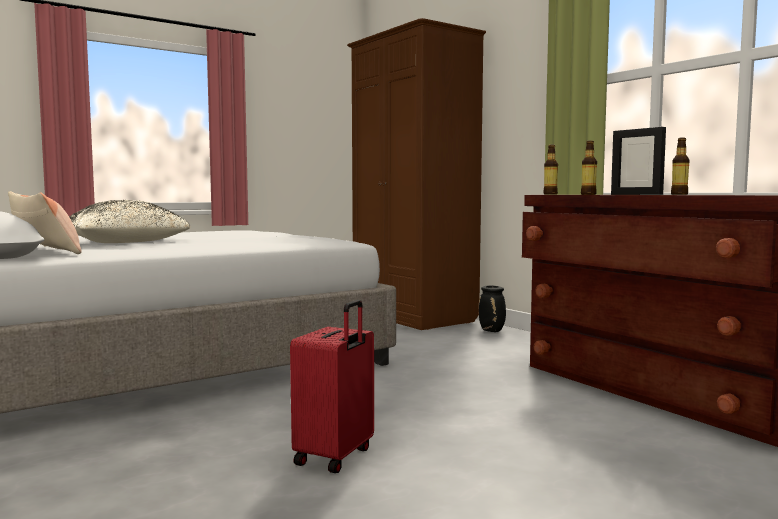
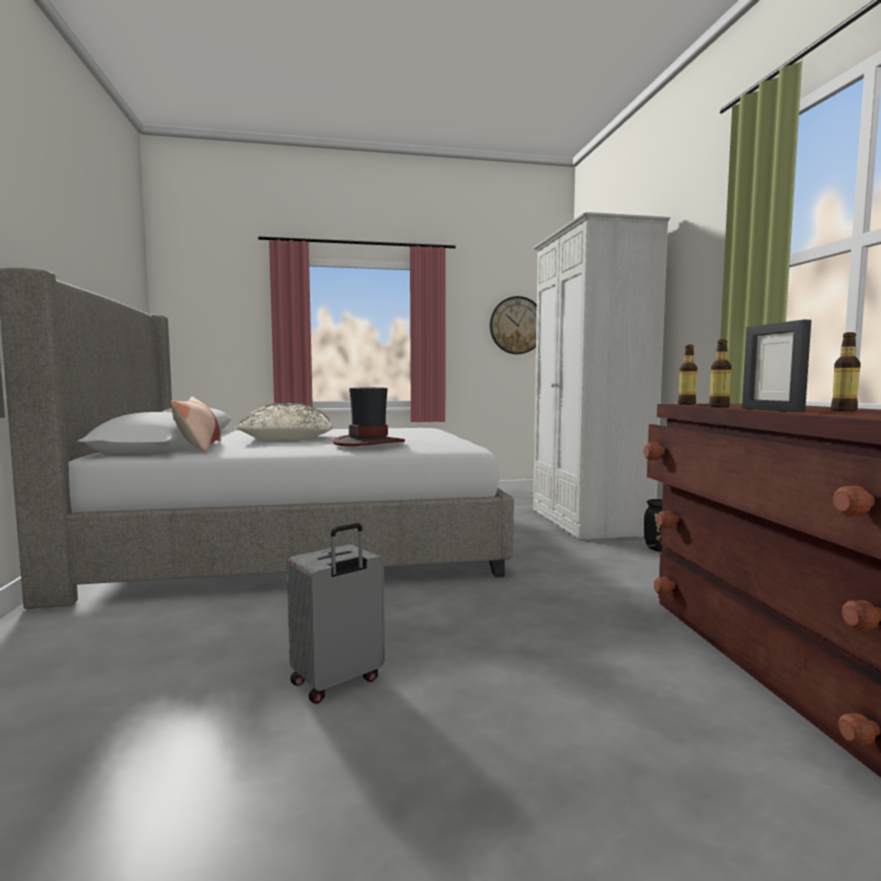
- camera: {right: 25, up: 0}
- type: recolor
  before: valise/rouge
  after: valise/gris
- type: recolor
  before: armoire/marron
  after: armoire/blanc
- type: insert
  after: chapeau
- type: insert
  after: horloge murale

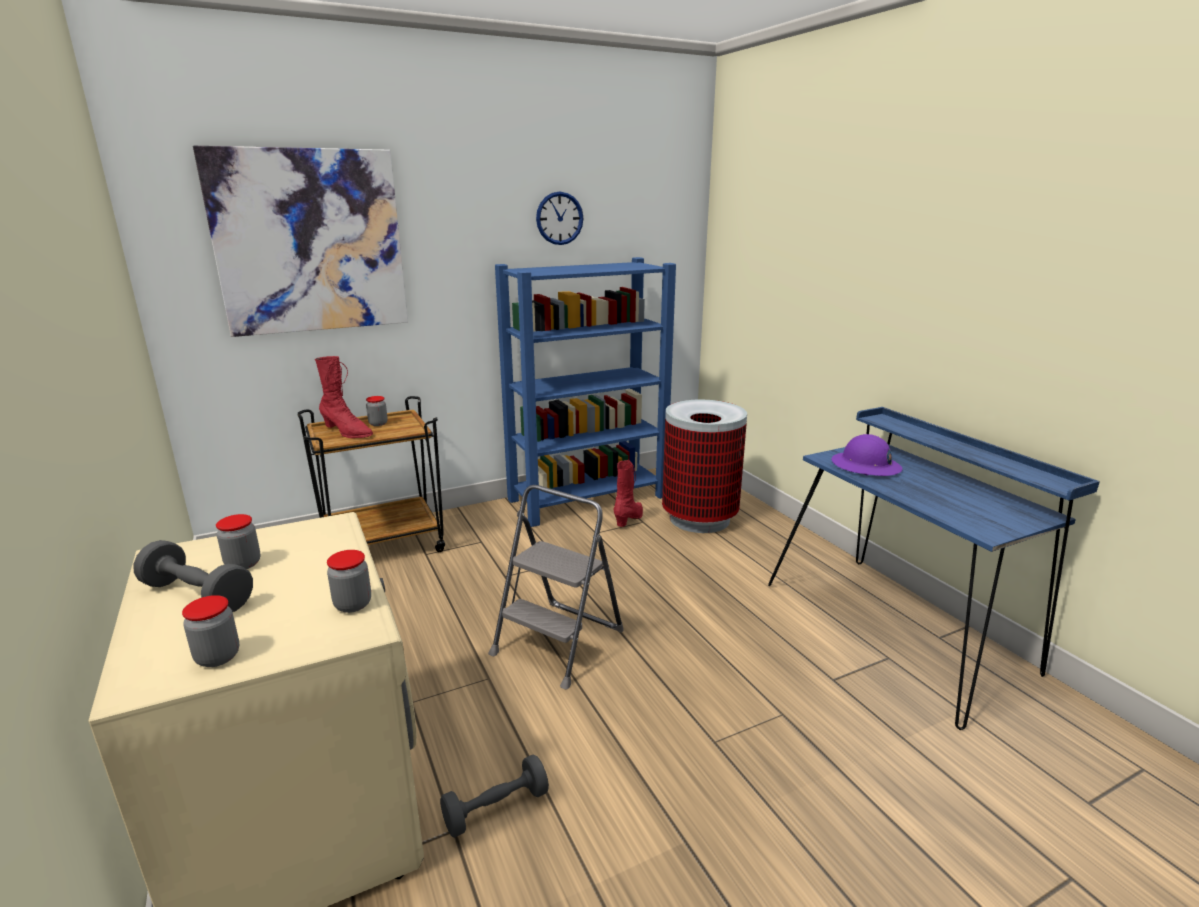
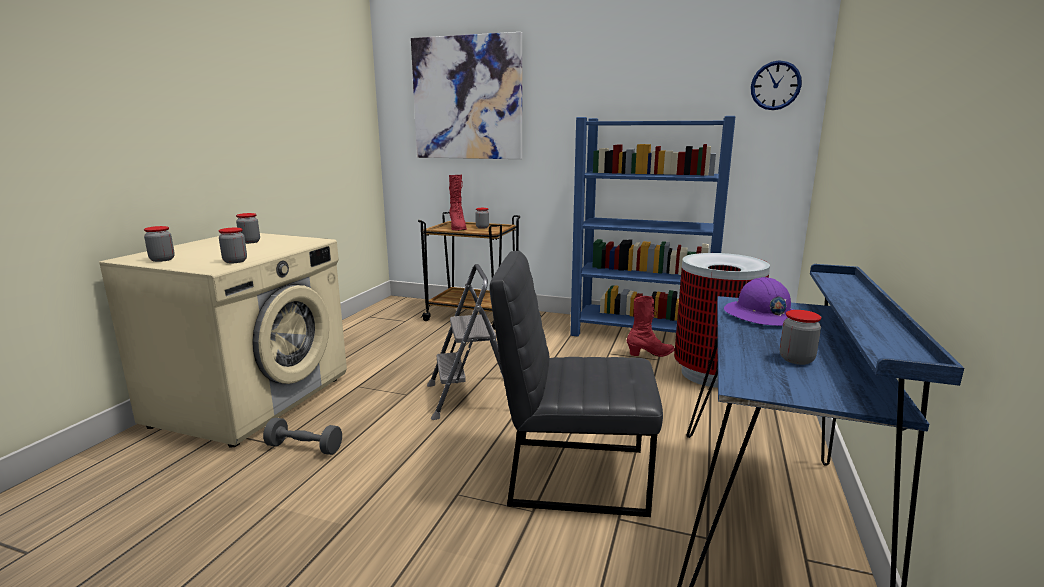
- camera: {right: 45, up: -5}
- type: delete
  before: haltère/gris (1st from left)
- type: move
  before: horloge murale
- type: insert
  after: chaise/gris
- type: insert
  after: bocal (5th from left)

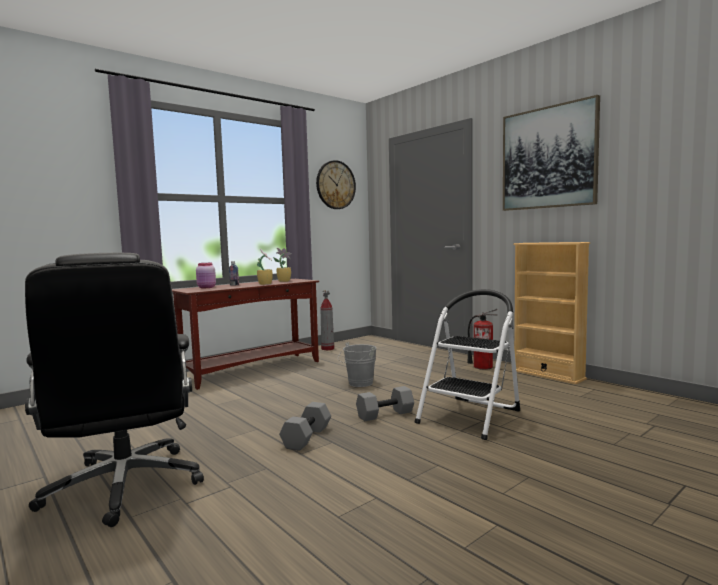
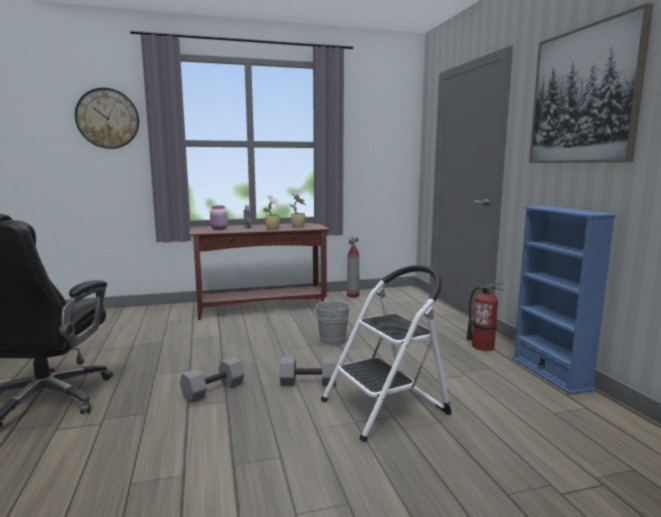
- camera: {right: 25, up: 5}
- type: move
  before: horloge murale
- type: recolor
  before: bibliothèque/beige
  after: bibliothèque/bleu

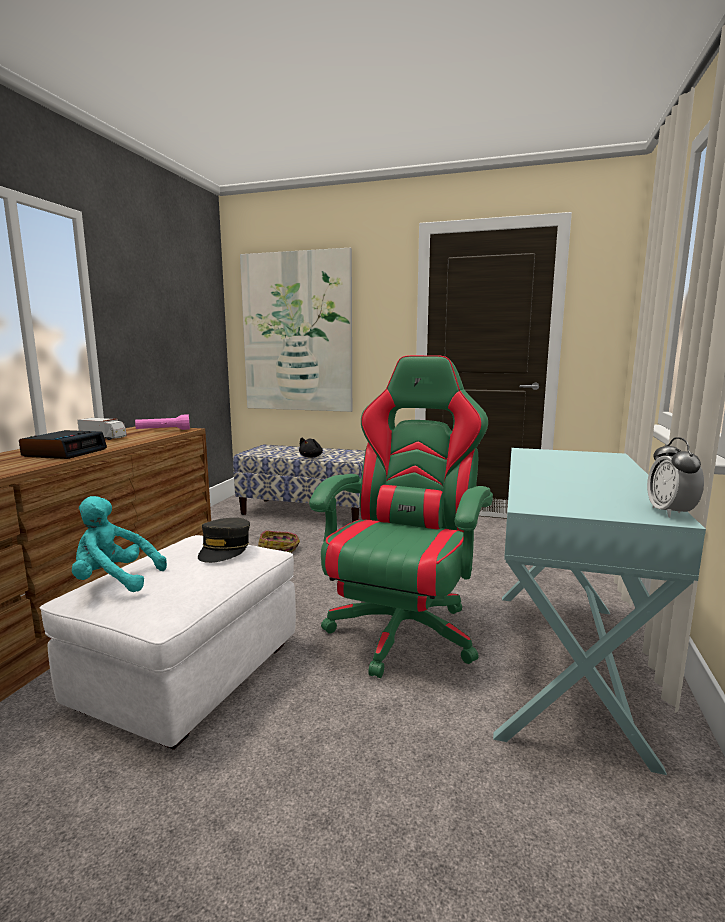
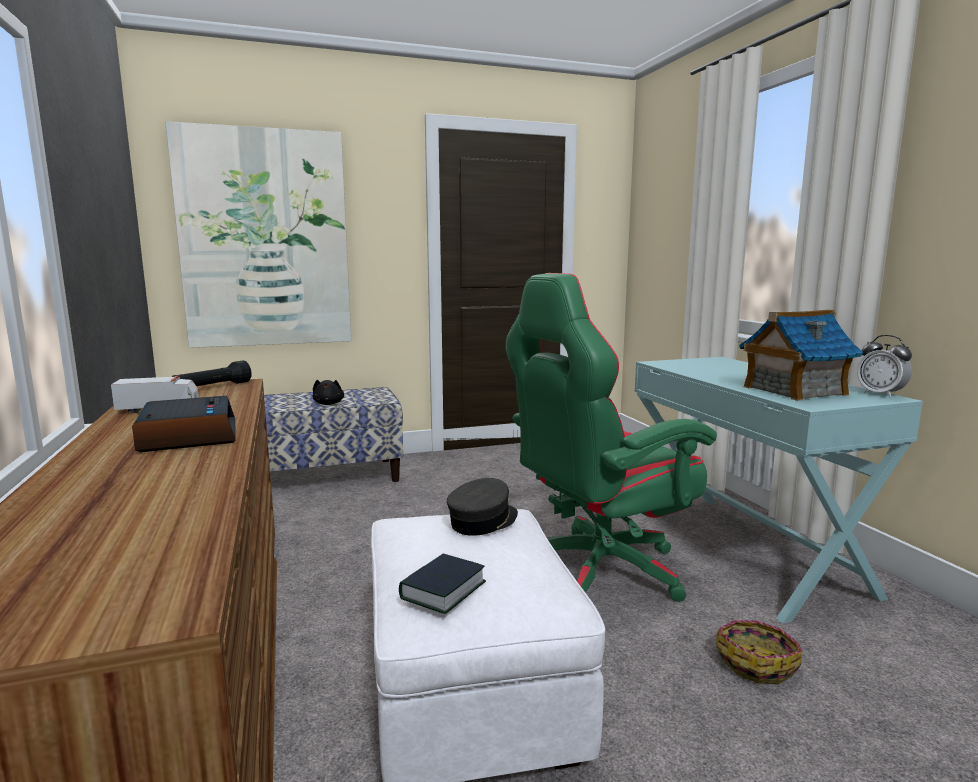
- camera: {right: -35, up: 0}
- type: replace
  before: peluche/turquoise
  after: livre
- type: recolor
  before: lampe de poche/rose
  after: lampe de poche/noir
- type: rotate
  before: casquette/gris
  turn: -120
- type: move
  before: panier
- type: rotate
  before: chaise de bureau/vert
  turn: -105
- type: insert
  after: maison miniature

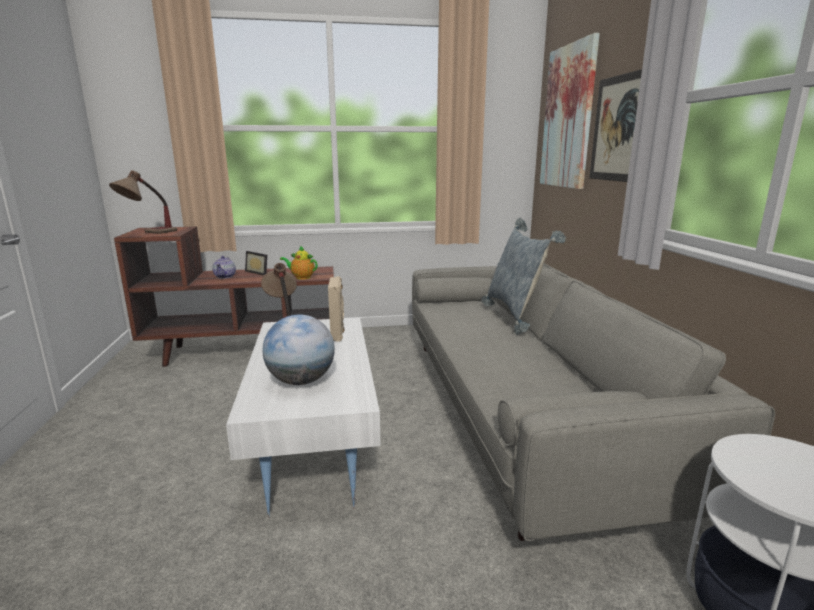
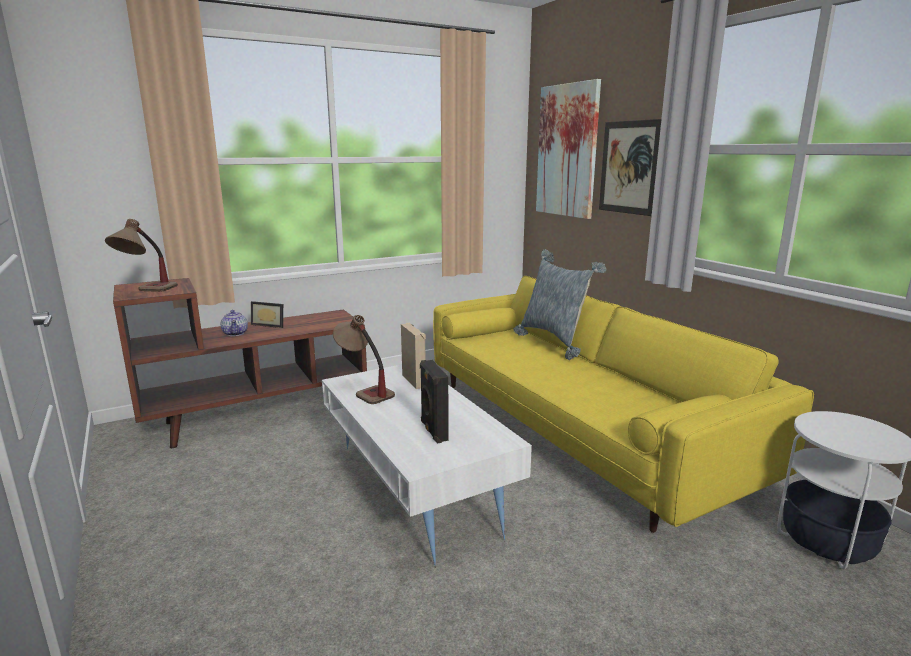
- camera: {right: -20, up: 0}
- type: replace
  before: globe
  after: enceinte/noir
- type: delete
  before: théière (2nd from left)
- type: recolor
  before: canapé/gris
  after: canapé/jaune

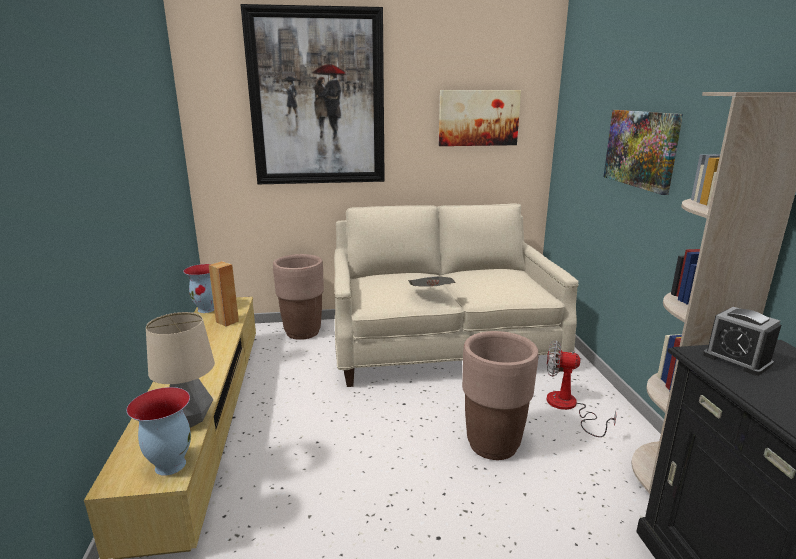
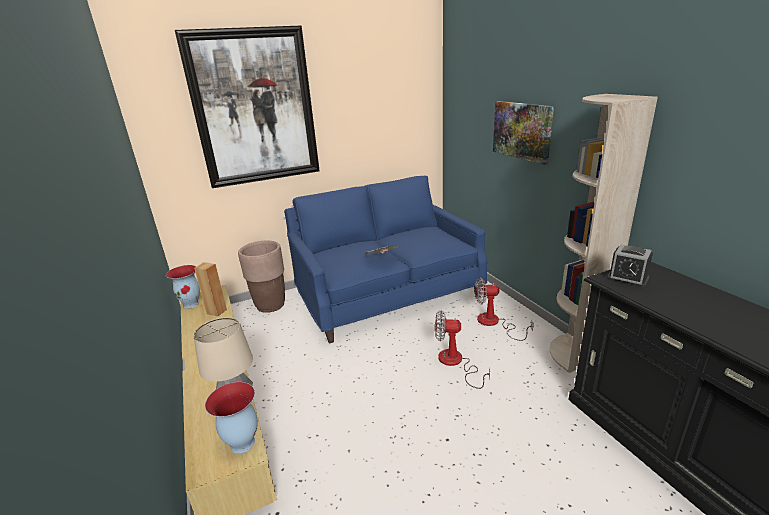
- camera: {right: -15, up: 5}
- type: recolor
  before: canapé/beige
  after: canapé/bleu
- type: delete
  before: tableau (2nd from left)
- type: replace
  before: cache-pot/marron (2nd from left)
  after: ventilateur (1st from left)

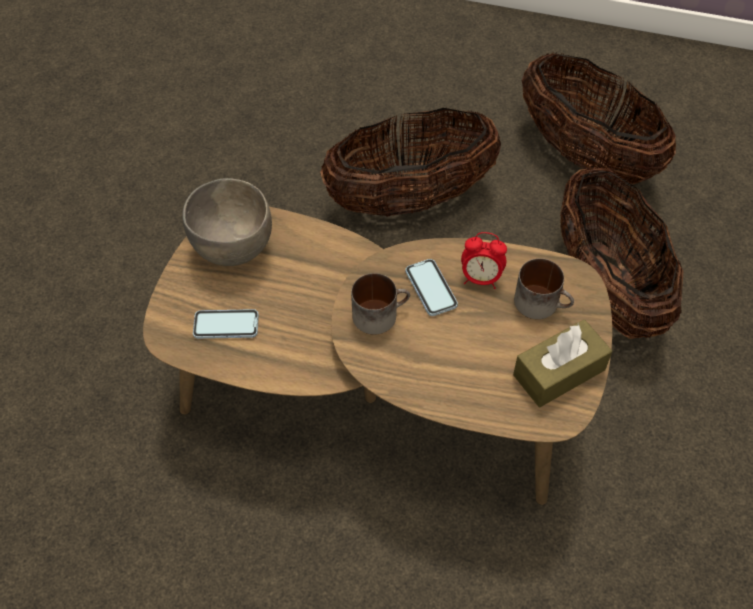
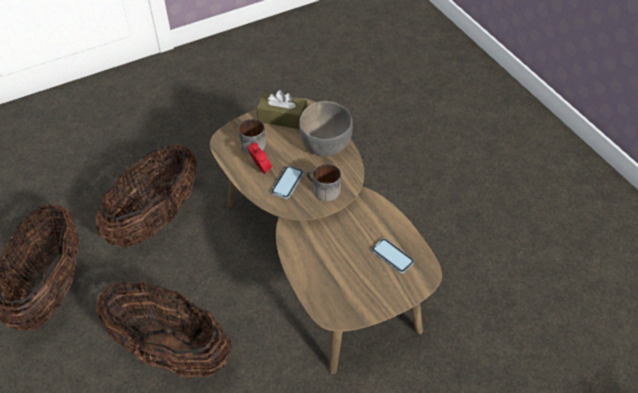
- camera: {right: -135, up: -5}
- type: move
  before: bol/gris

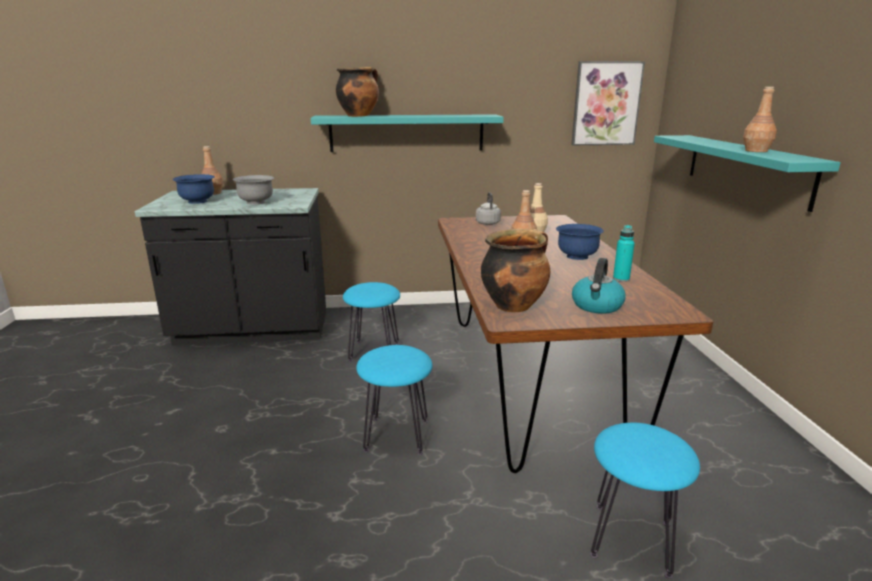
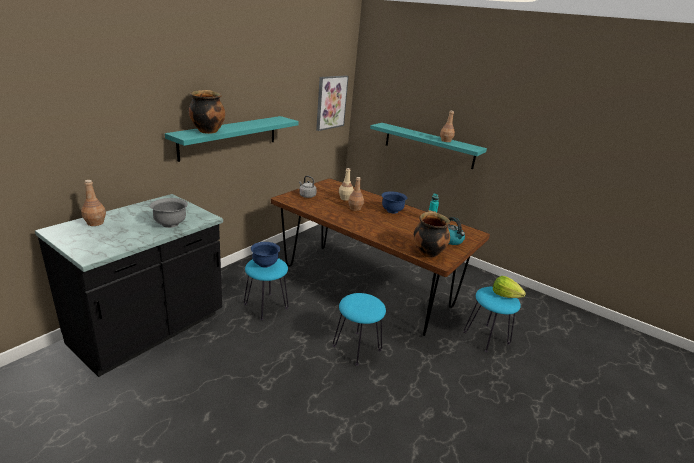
- camera: {right: -50, up: 5}
- type: move
  before: bol/bleu (1st from left)
- type: insert
  after: laitue

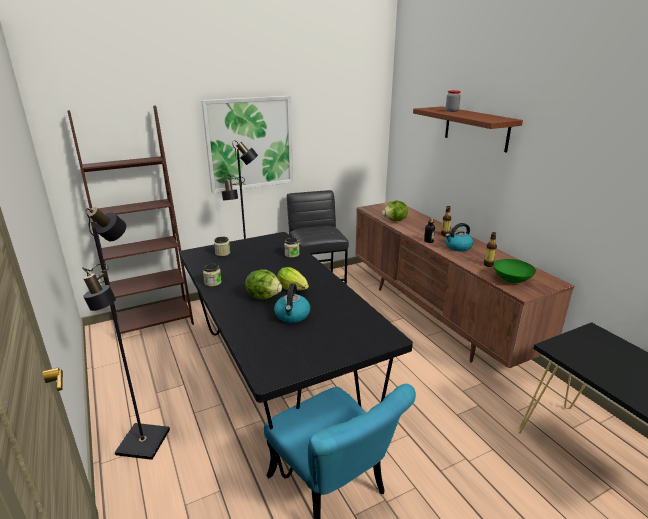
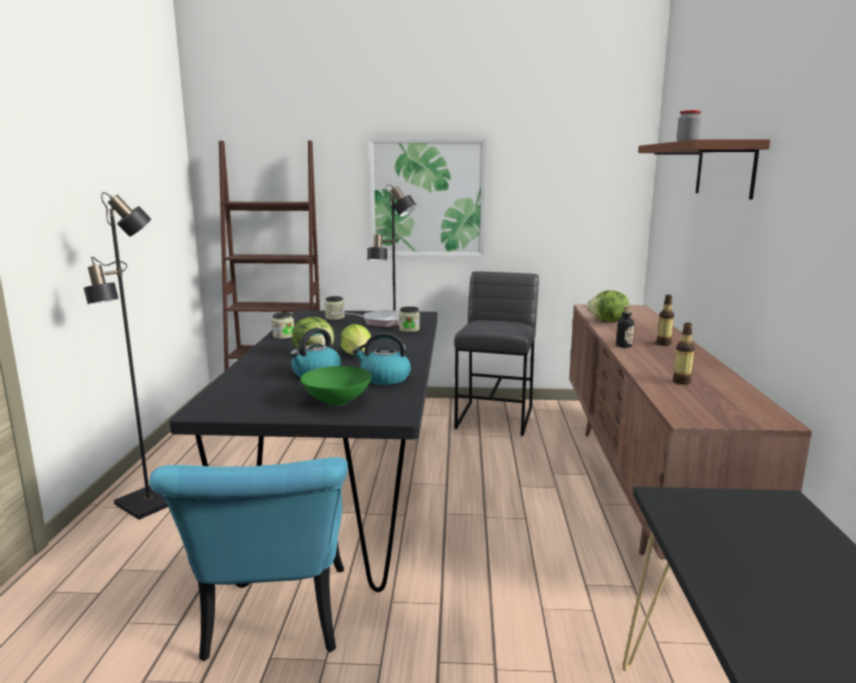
- camera: {right: 30, up: -10}
- type: move
  before: bouilloire (2nd from left)
- type: move
  before: bol/vert
- type: insert
  after: poêle

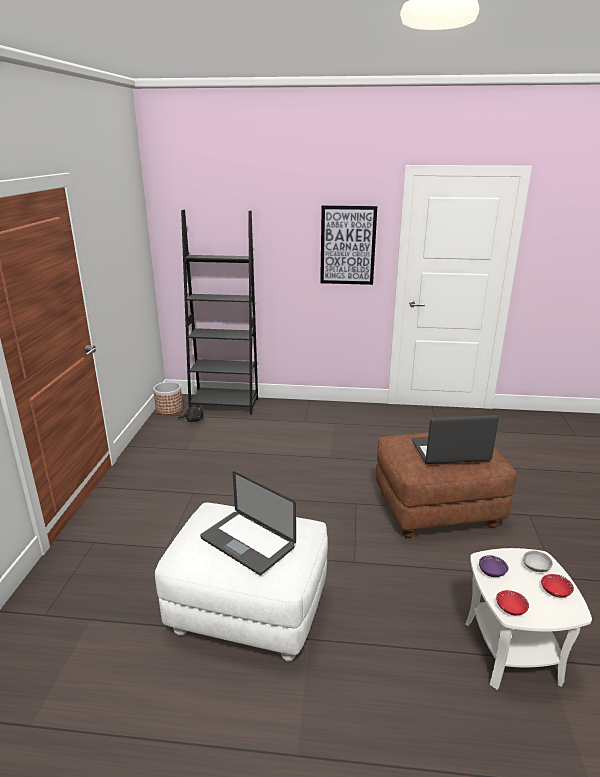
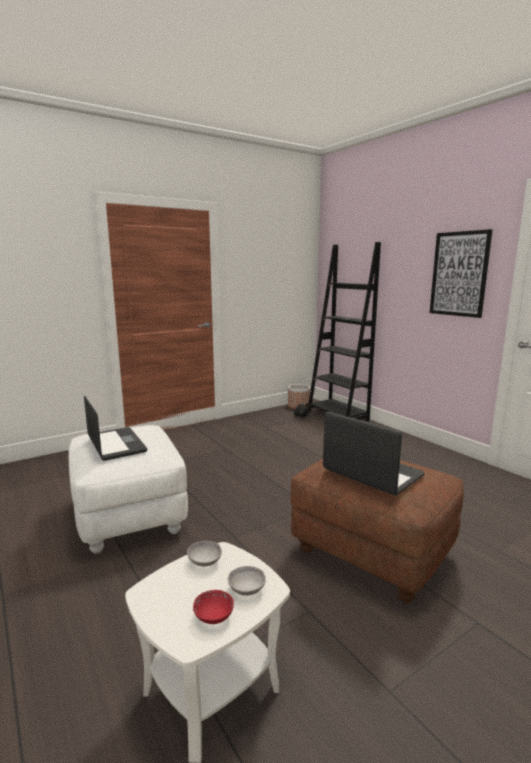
- camera: {right: 50, up: -10}
- type: rotate
  before: ordinateur portable (1st from left)
  turn: 150
- type: recolor
  before: bol/violet
  after: bol/gris (1st from left)
- type: delete
  before: bol/rouge (1st from left)

